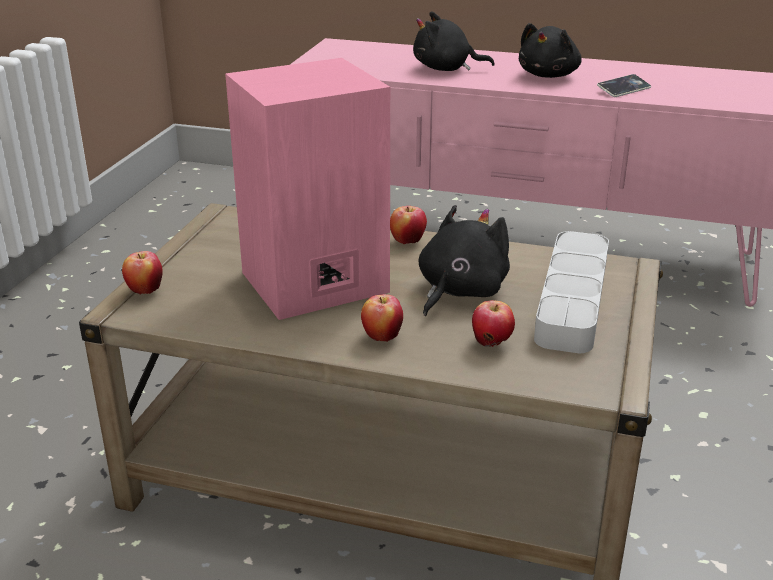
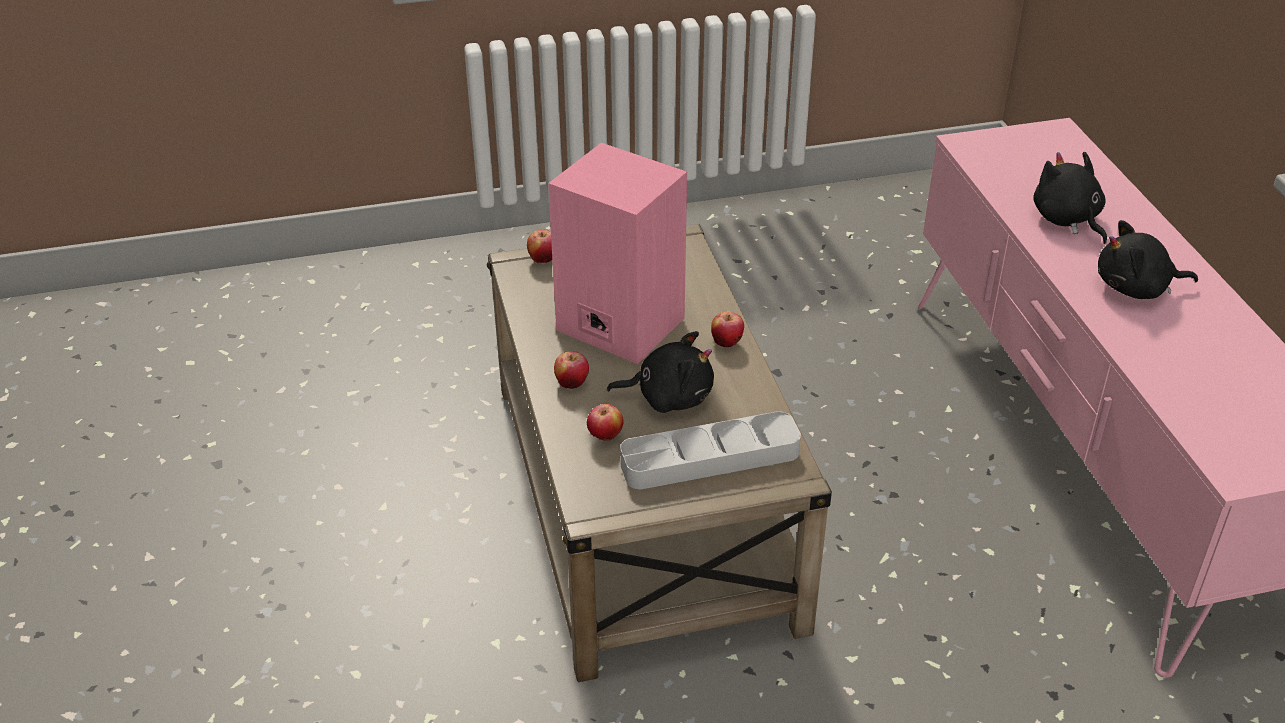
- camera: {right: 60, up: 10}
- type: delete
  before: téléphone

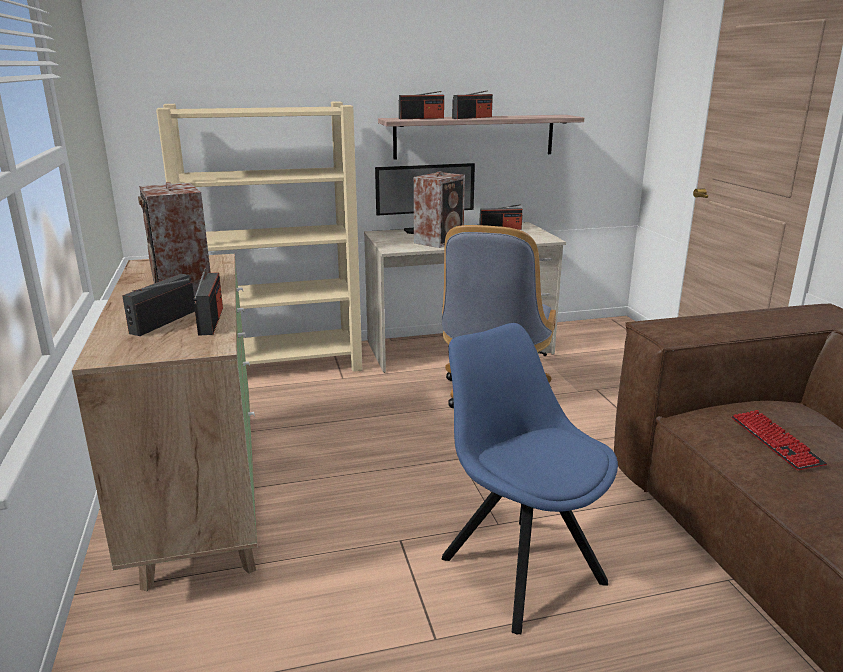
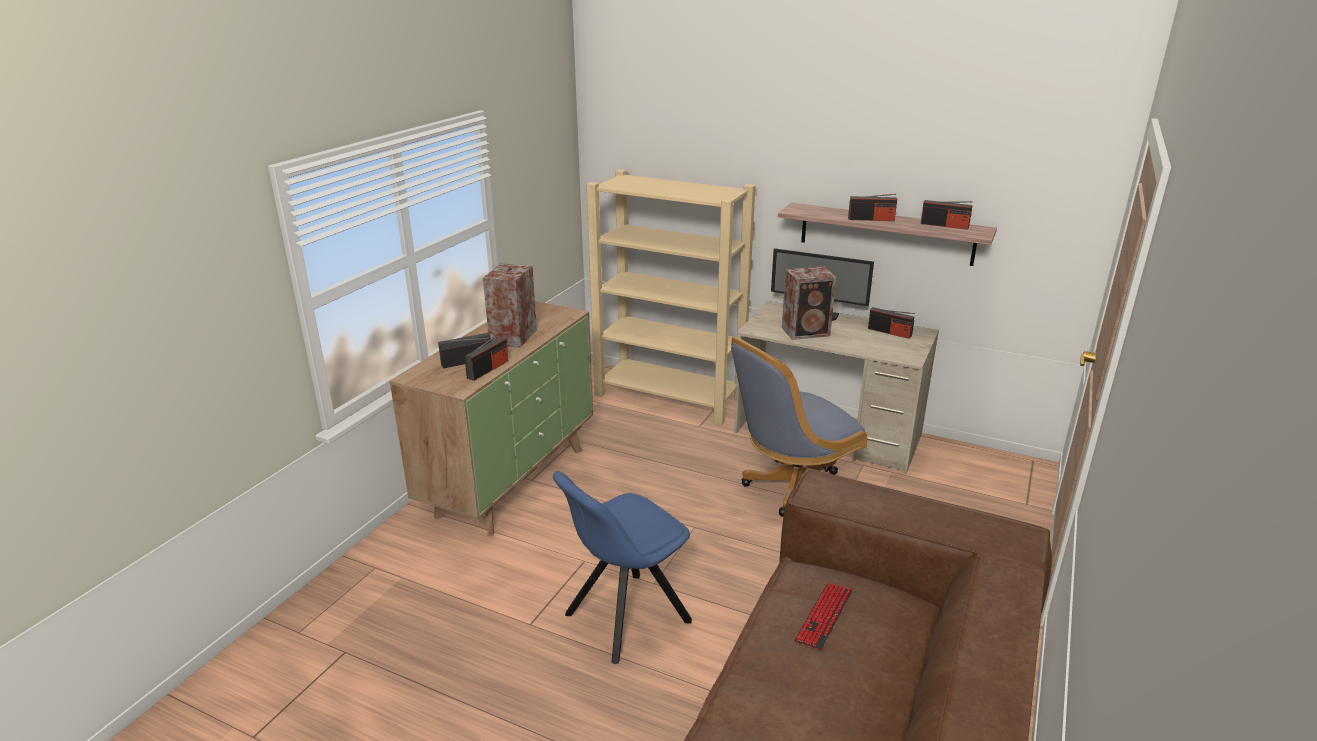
- camera: {right: 40, up: 5}
- type: move
  before: radio (3rd from left in the first image)
  after: radio (5th from left)
- type: rotate
  before: chaise/bleu
  turn: -135

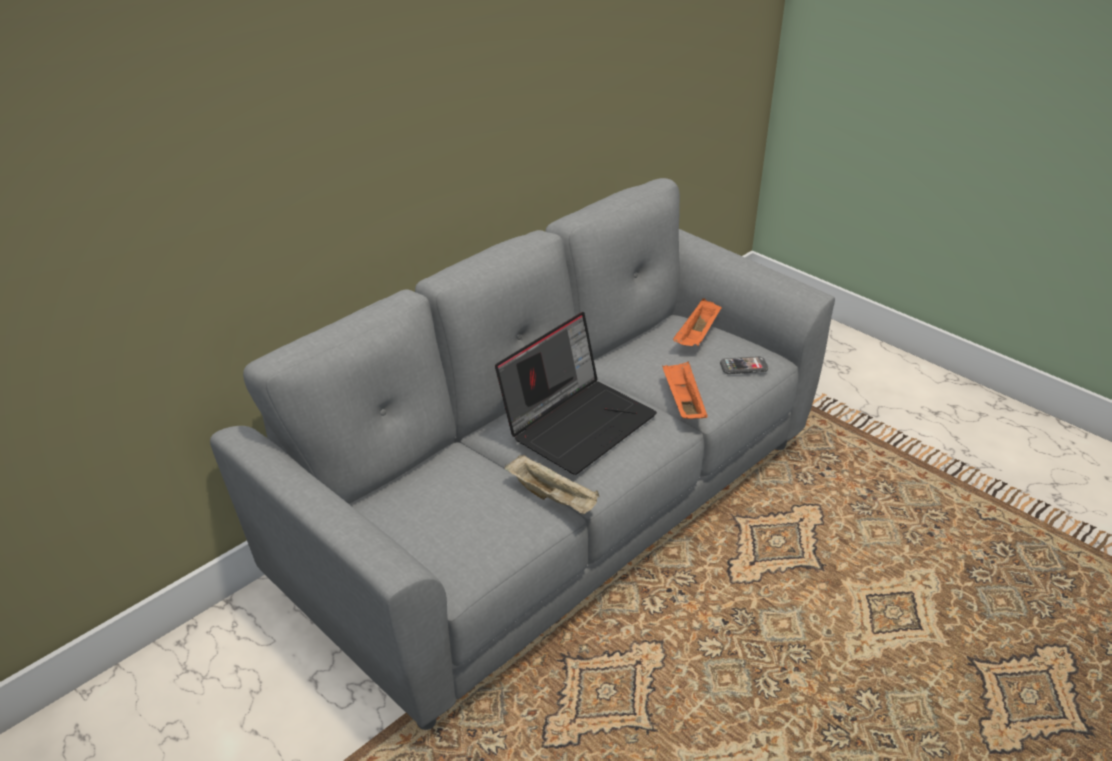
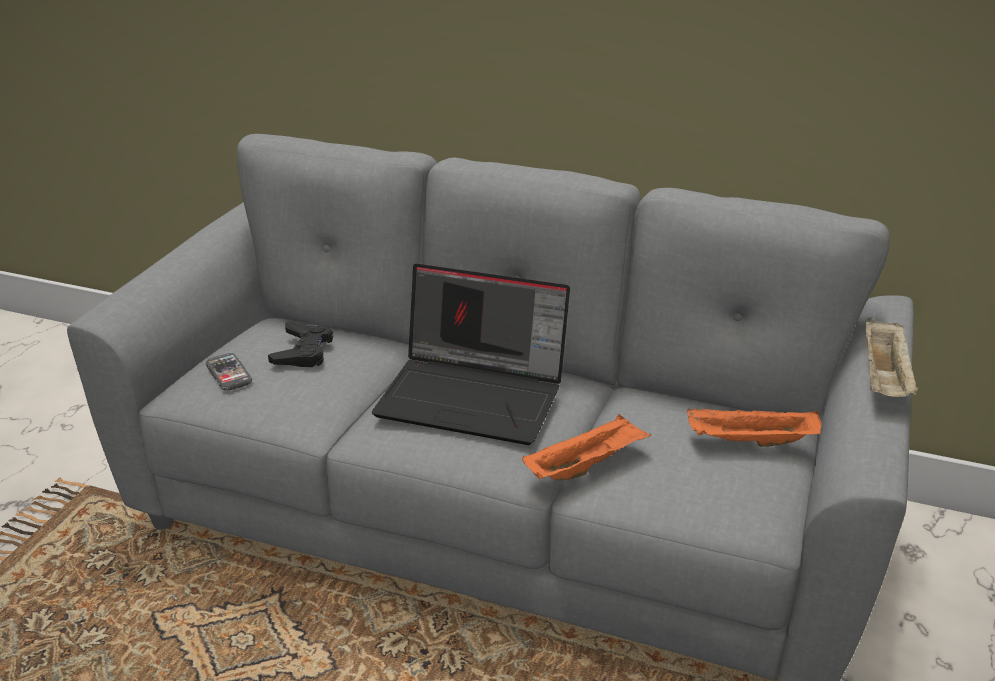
- camera: {right: 65, up: -5}
- type: move
  before: plateau/beige
- type: move
  before: téléphone
- type: insert
  after: manette/noir

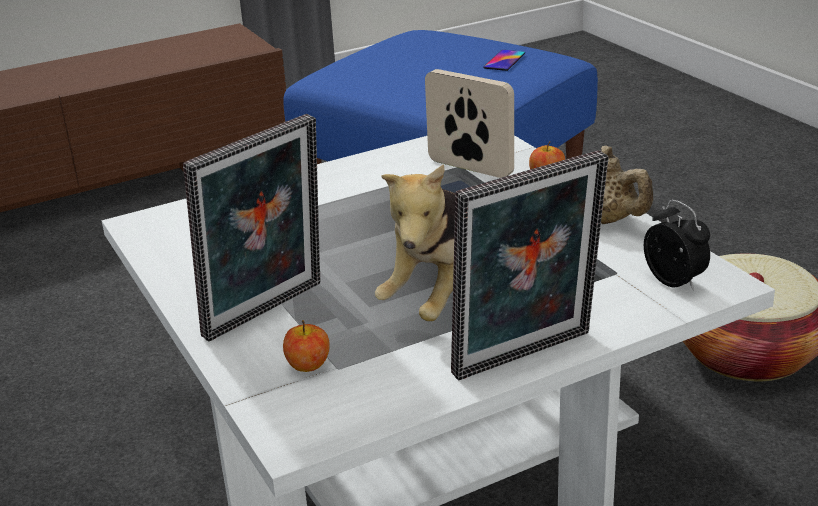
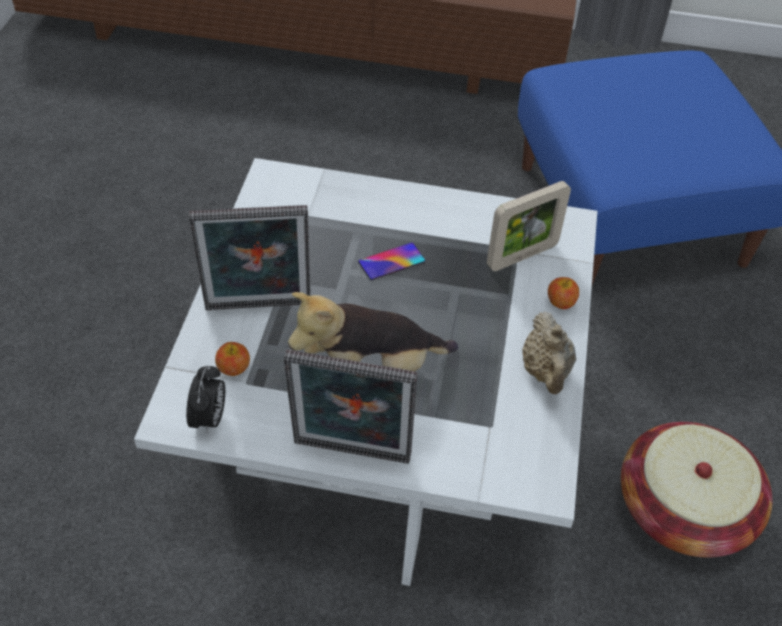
- camera: {right: 35, up: 20}
- type: rotate
  before: cadre photo (2nd from left in the first image)
  turn: 75
- type: move
  before: téléphone
- type: move
  before: réveil

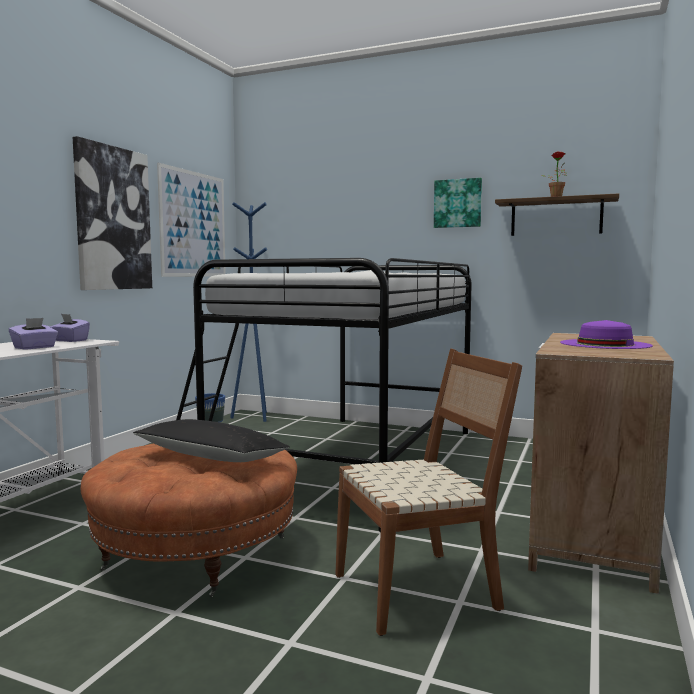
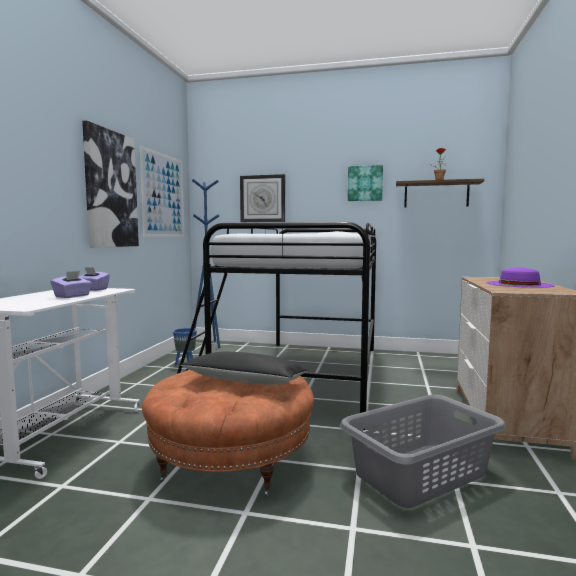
- camera: {right: -10, up: 0}
- type: replace
  before: chaise
  after: panier à linge/gris
- type: insert
  after: horloge murale

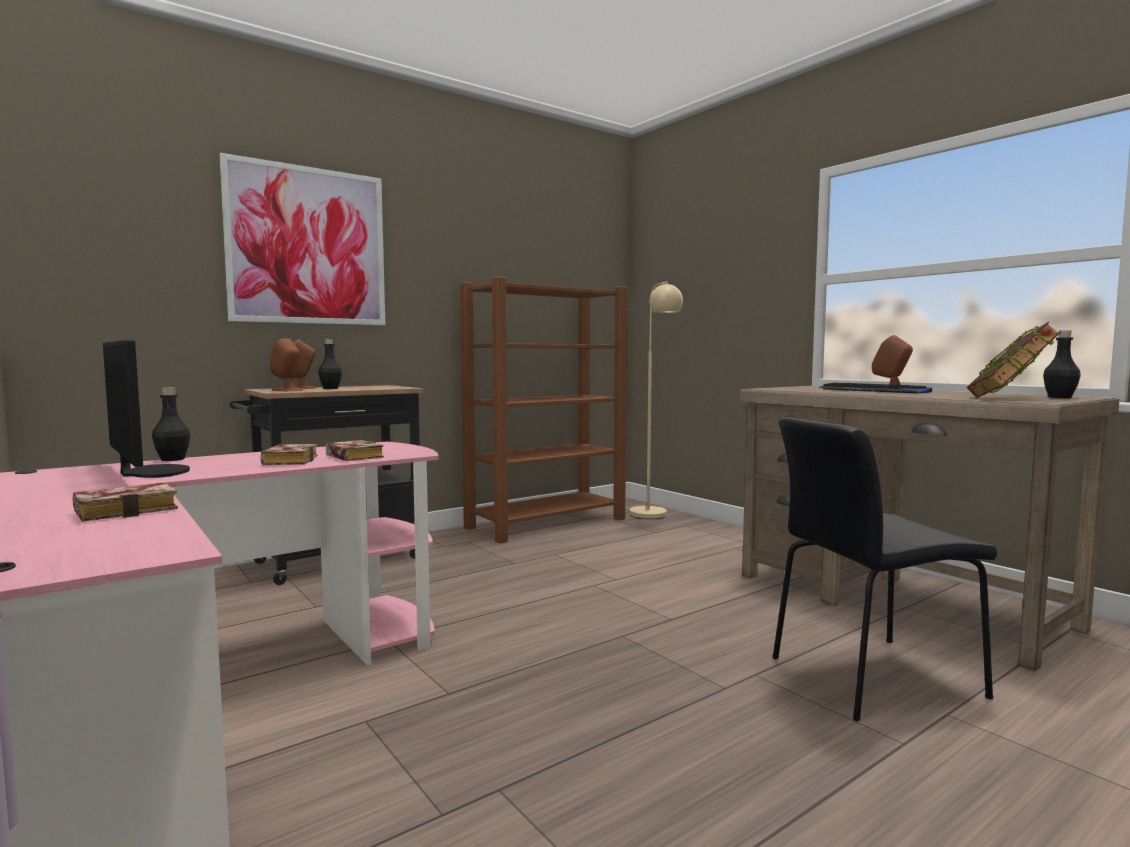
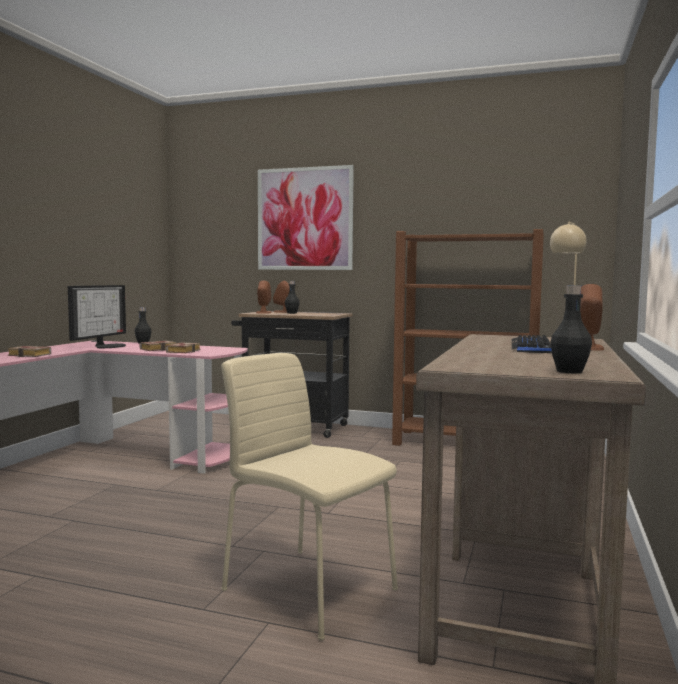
- camera: {right: 55, up: 0}
- type: recolor
  before: chaise/noir
  after: chaise/beige
- type: delete
  before: livre (4th from left)

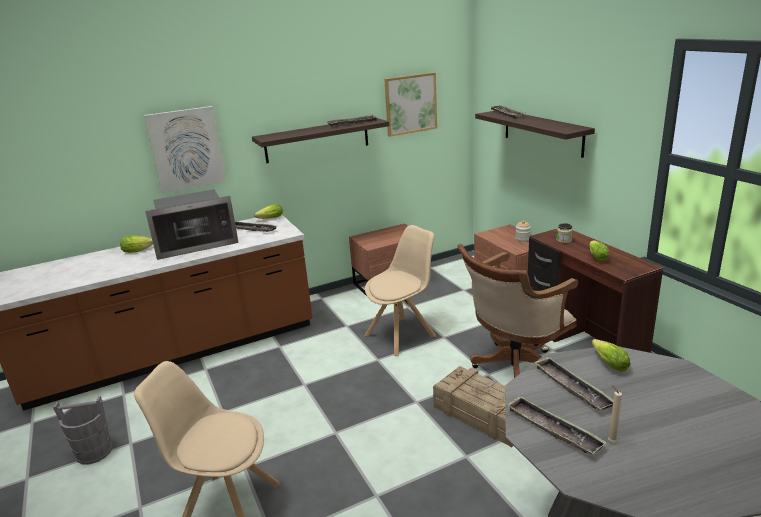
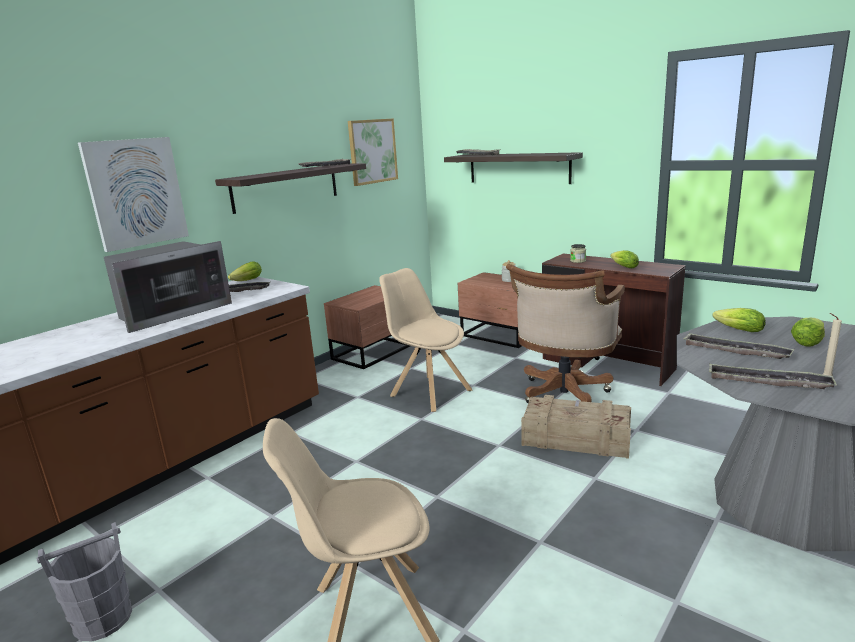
- camera: {right: -25, up: -5}
- type: move
  before: laitue (1st from left in the first image)
  after: laitue (4th from left)
- type: rotate
  before: chaise/beige (2nd from left)
  turn: -75

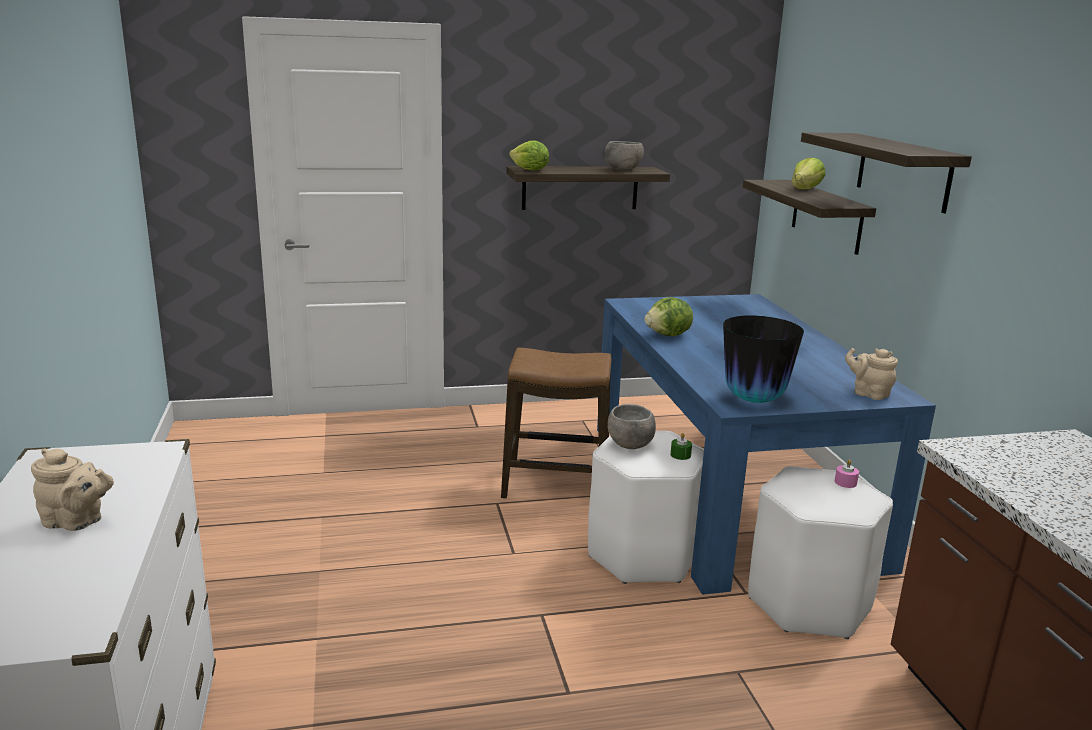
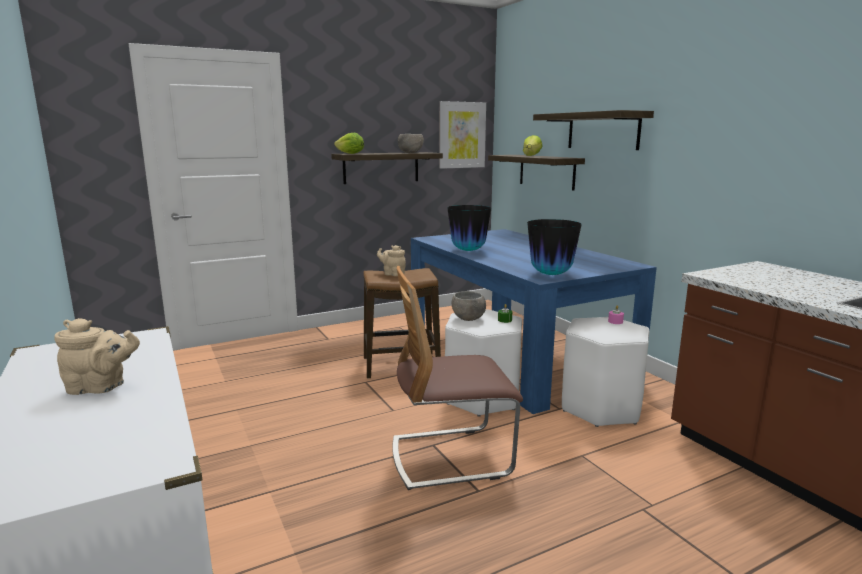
- camera: {right: -15, up: -5}
- type: replace
  before: laitue (2nd from left)
  after: vase (1st from left)
- type: move
  before: théière/beige (2nd from left)
- type: insert
  after: chaise
- type: insert
  after: tableau

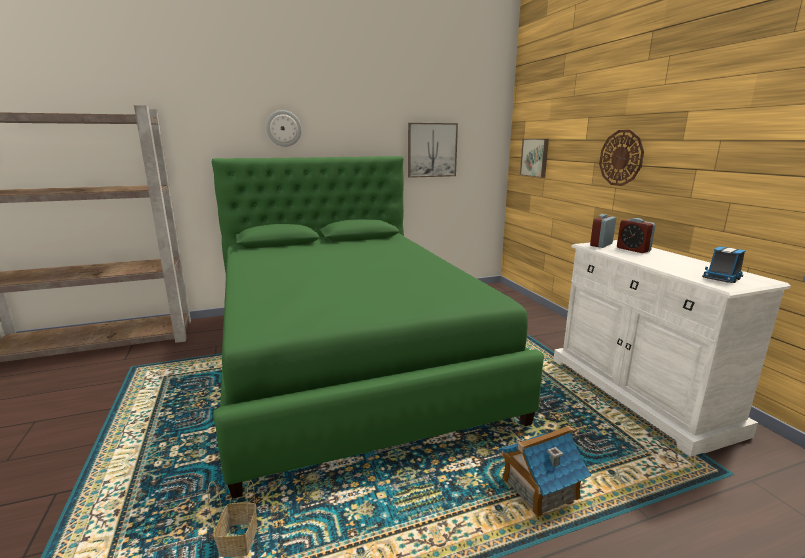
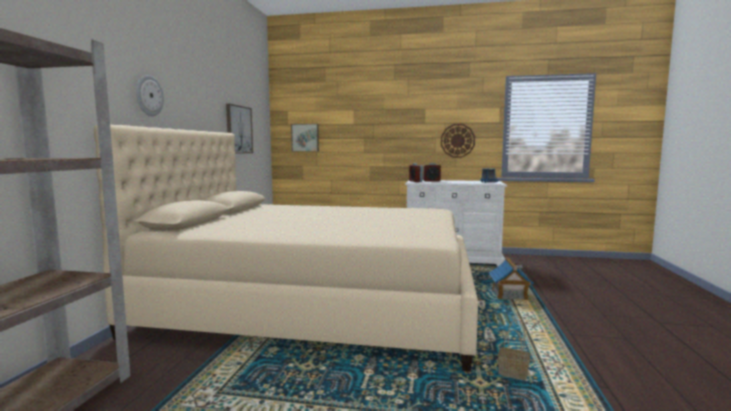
- camera: {right: -60, up: -10}
- type: recolor
  before: lit/vert
  after: lit/beige
- type: move
  before: horloge murale (2nd from left)

